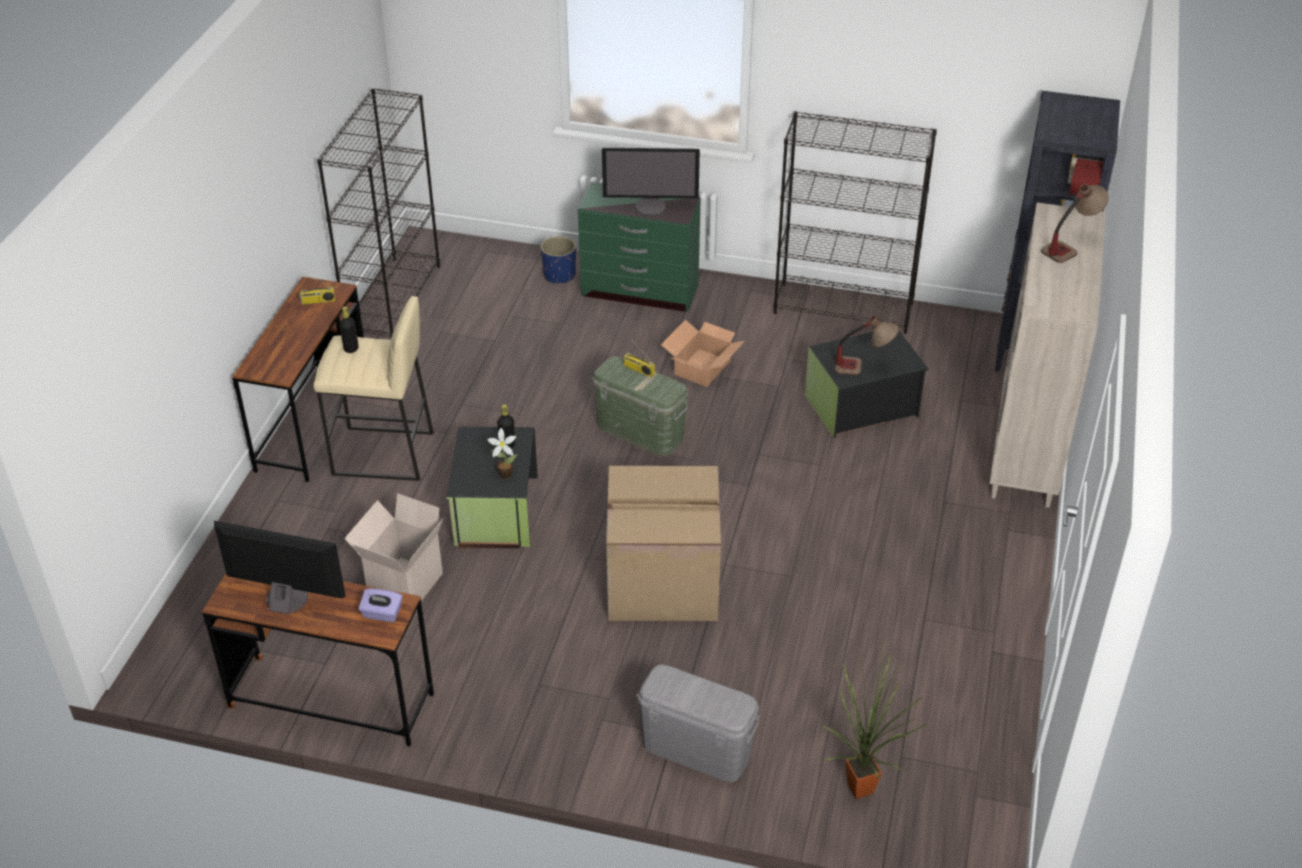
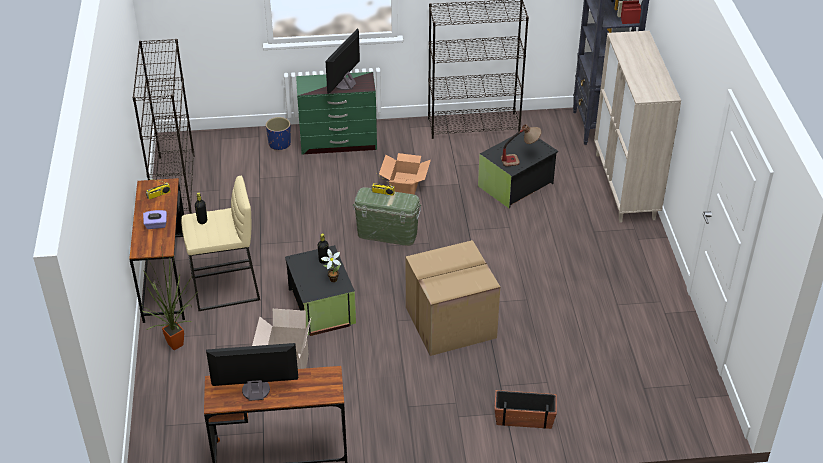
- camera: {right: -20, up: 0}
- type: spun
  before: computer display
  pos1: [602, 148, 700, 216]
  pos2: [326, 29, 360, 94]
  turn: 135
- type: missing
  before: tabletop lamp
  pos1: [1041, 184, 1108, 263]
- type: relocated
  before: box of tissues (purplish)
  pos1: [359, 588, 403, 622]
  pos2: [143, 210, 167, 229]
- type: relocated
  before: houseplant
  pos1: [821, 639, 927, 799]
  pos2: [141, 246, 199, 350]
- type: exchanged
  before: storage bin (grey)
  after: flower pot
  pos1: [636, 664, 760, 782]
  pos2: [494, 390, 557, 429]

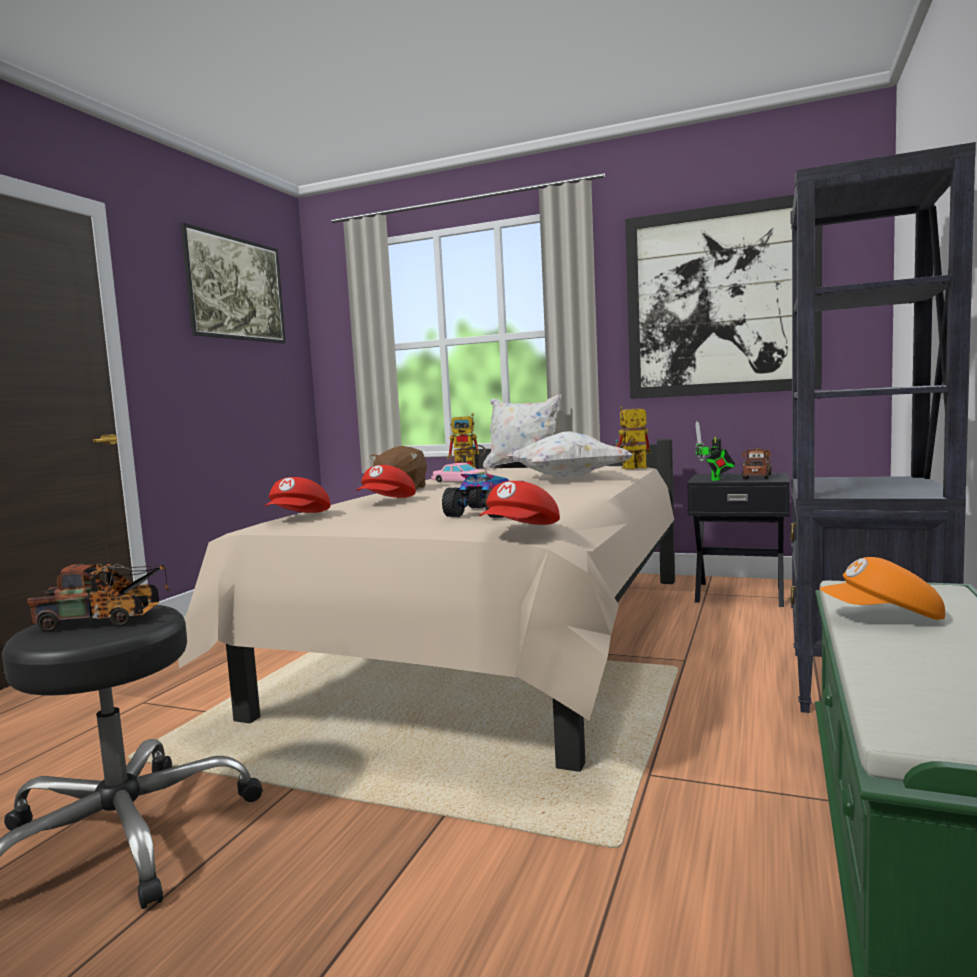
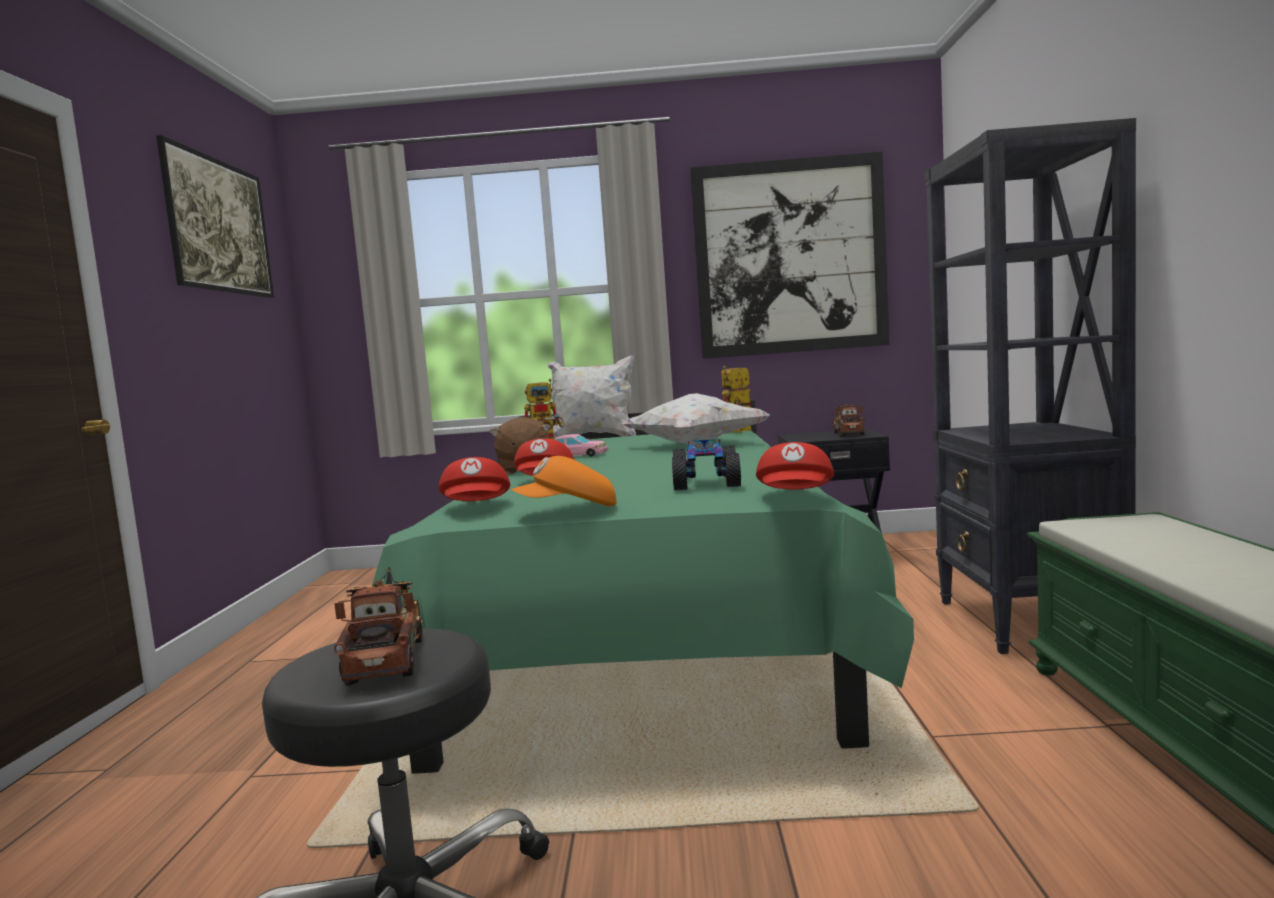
- camera: {right: -20, up: 0}
- type: missing
  before: robot figure
  pos1: [695, 421, 736, 481]
- type: colour
  before: sleeping bed (beige-coloured)
  after: sleeping bed (green-coloured)
  pos1: [178, 439, 675, 772]
  pos2: [372, 399, 914, 774]
- type: relocated
  before: peaked cap (orangey)
  pos1: [819, 557, 945, 620]
  pos2: [512, 456, 617, 506]
- type: spun
  before: model truck
  pos1: [27, 563, 171, 632]
  pos2: [334, 567, 423, 686]
  turn: -75

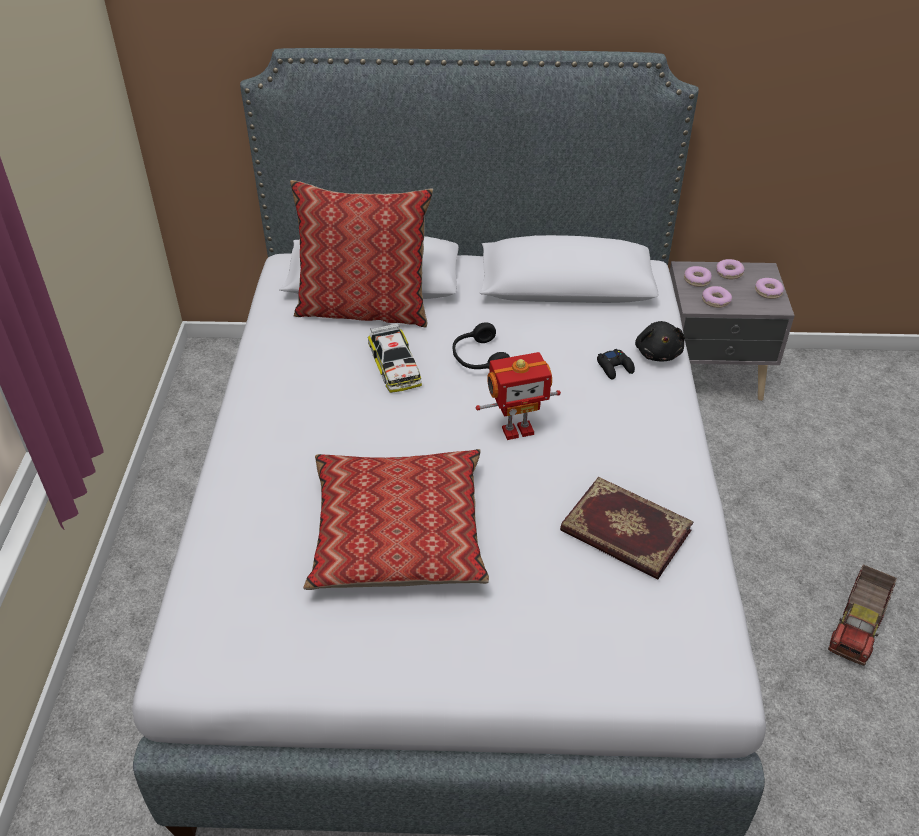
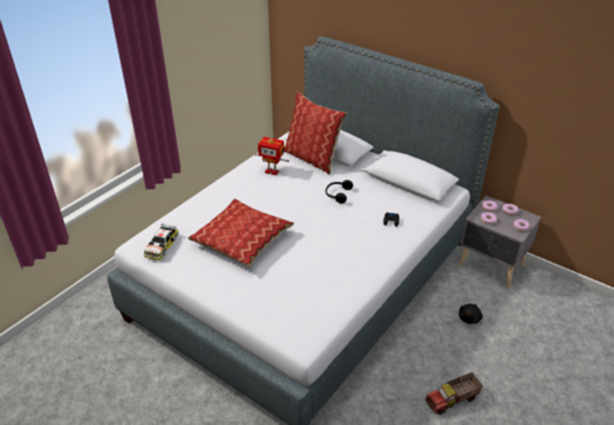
- camera: {right: 35, up: -5}
- type: relocated
  before: plush toy (black)
  pos1: [635, 321, 685, 362]
  pos2: [459, 304, 483, 324]
- type: relocated
  before: model car
  pos1: [368, 322, 422, 393]
  pos2: [144, 223, 179, 260]
- type: relocated
  before: robot figure
  pos1: [476, 352, 561, 440]
  pos2: [255, 137, 289, 175]
- type: missing
  before: volume
  pos1: [560, 477, 694, 580]

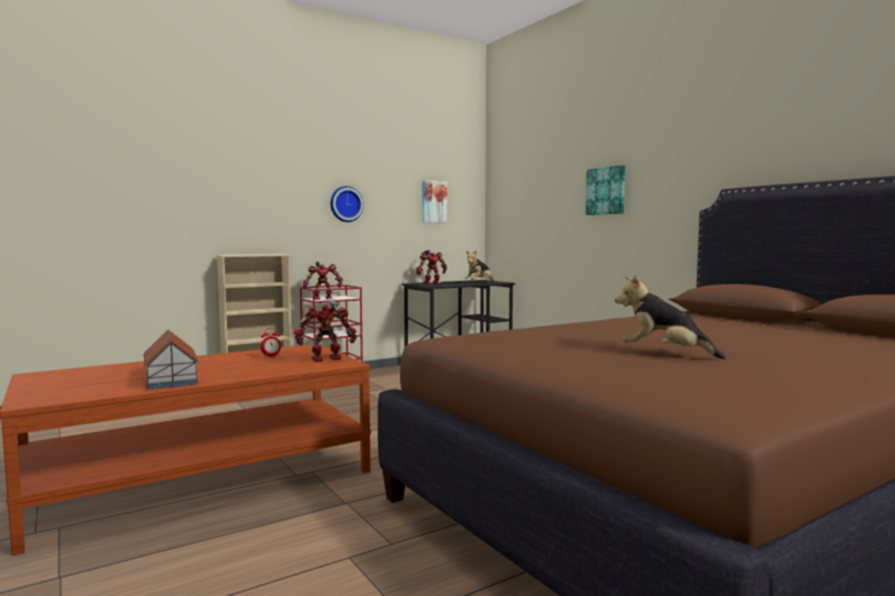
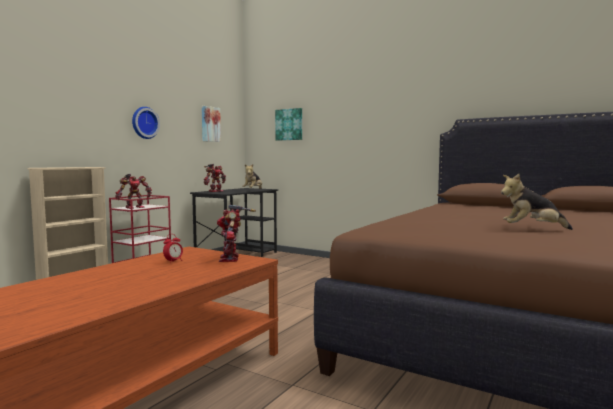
- camera: {right: -25, up: 0}
- type: relocated
  before: wall art
  pos1: [586, 165, 625, 215]
  pos2: [275, 108, 302, 141]
- type: spun
  before: robot figure
  pos1: [294, 300, 357, 362]
  pos2: [217, 205, 256, 262]
  turn: -45
- type: missing
  before: toy house
  pos1: [143, 330, 200, 389]

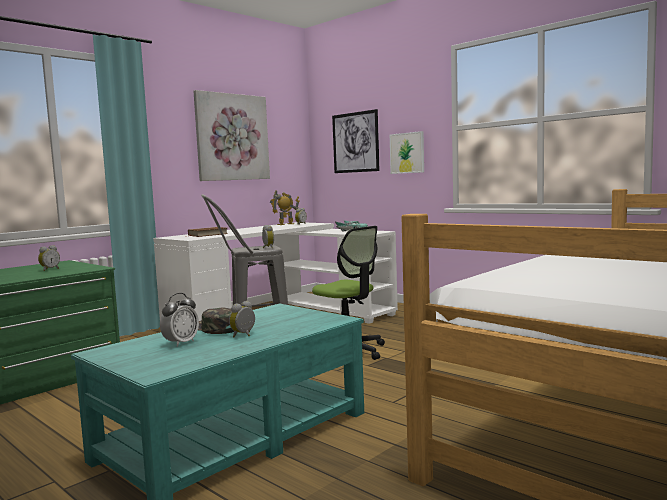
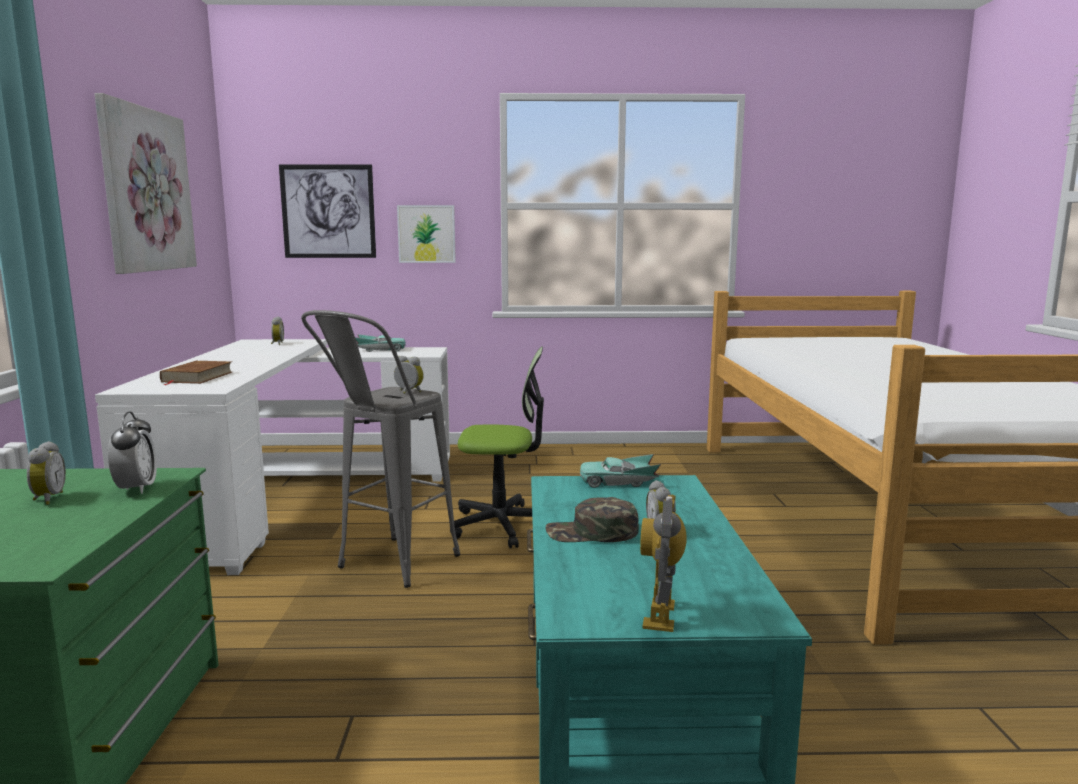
- camera: {right: -45, up: 5}
- type: relocated
  before: robot figure
  pos1: [270, 190, 300, 225]
  pos2: [640, 495, 687, 632]
- type: relocated
  before: alarm clock
  pos1: [160, 293, 199, 347]
  pos2: [108, 412, 157, 494]
- type: appeared
  after: model car (blue-green)
  pos2: [580, 454, 661, 488]

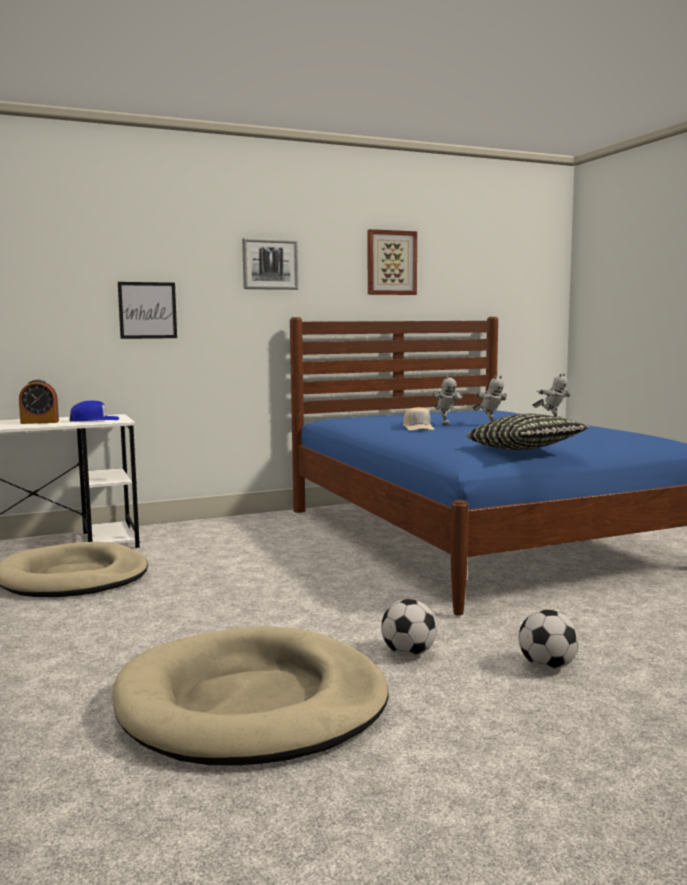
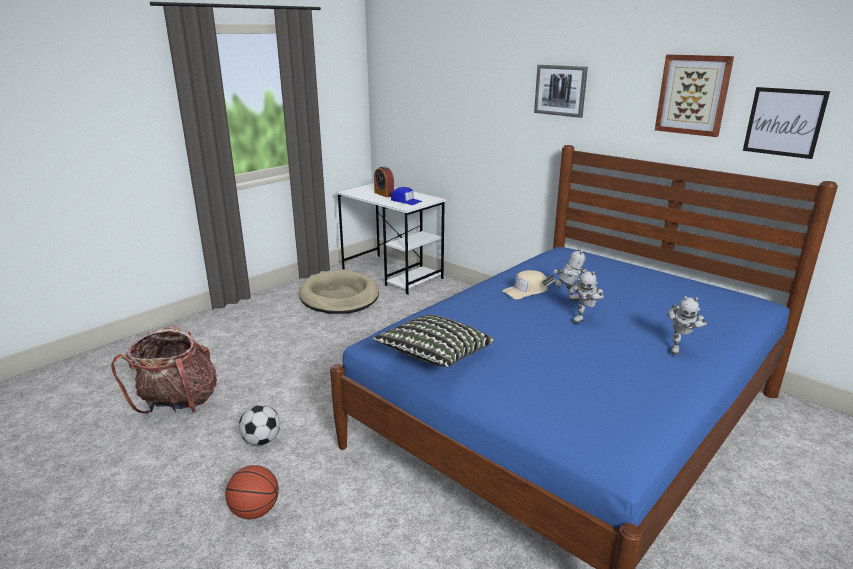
- camera: {right: 65, up: 15}
- type: relocated
  before: wall art
  pos1: [118, 282, 177, 339]
  pos2: [743, 87, 830, 159]
- type: spun
  before: robot figure
  pos1: [433, 375, 463, 425]
  pos2: [542, 248, 588, 301]
  turn: -135
- type: exchanged
  before: football ball
  after: basketball
  pos1: [519, 609, 579, 670]
  pos2: [225, 465, 279, 519]
- type: exchanged
  before: pet bed (beige-coloured)
  after: knapsack
  pos1: [112, 626, 389, 765]
  pos2: [111, 325, 217, 413]

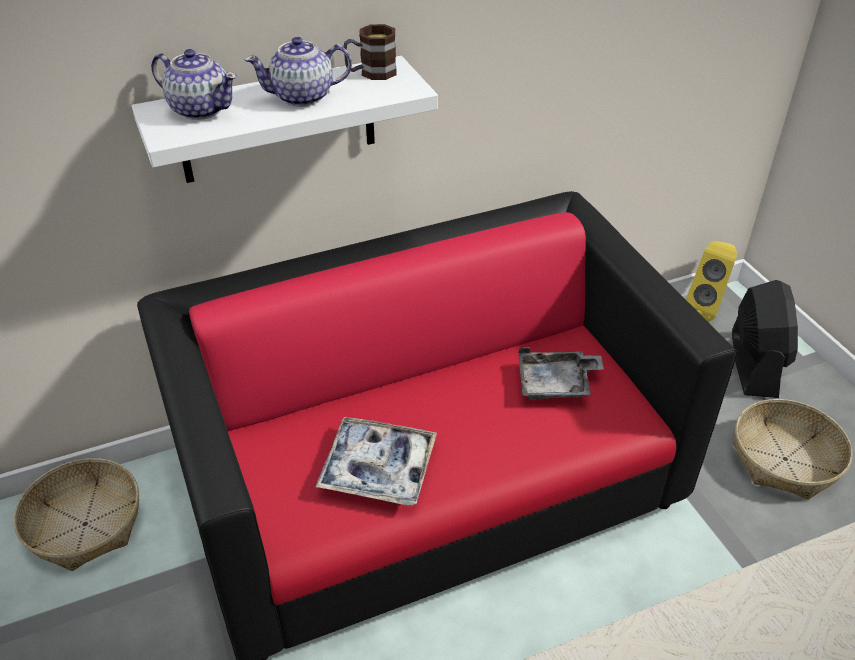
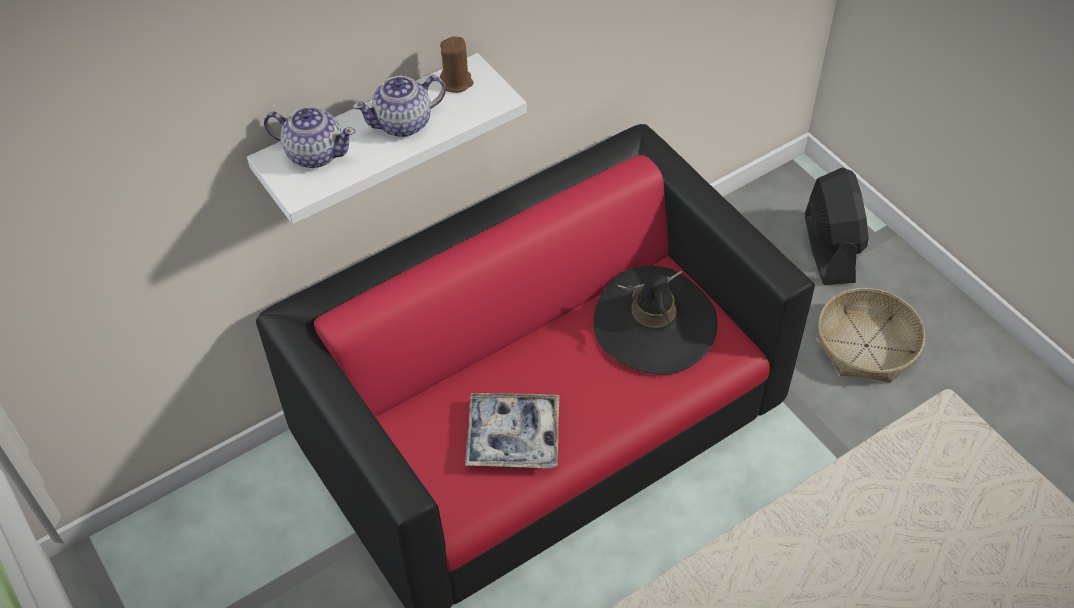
- camera: {right: -10, up: 10}
- type: exchanged
  before: tea mug
  after: candle (brownish)
  pos1: [343, 24, 396, 80]
  pos2: [440, 36, 474, 93]
- type: missing
  before: audio speaker (yellow-coloured)
  pos1: [686, 241, 737, 321]
- type: exchanged
  before: serving tray (grey)
  after: wearable hat (black)
  pos1: [518, 347, 604, 399]
  pos2: [593, 266, 718, 375]
- type: missing
  before: storage basket
  pos1: [14, 458, 139, 571]

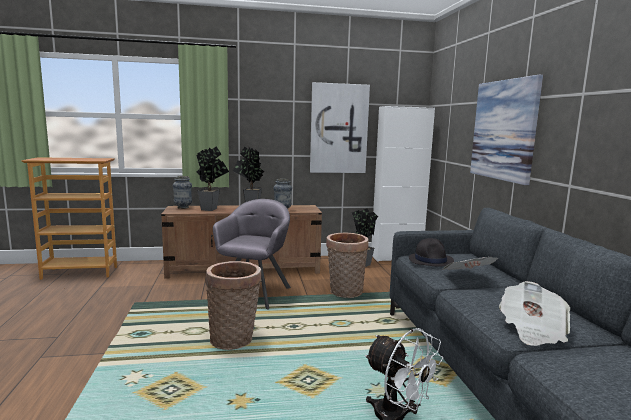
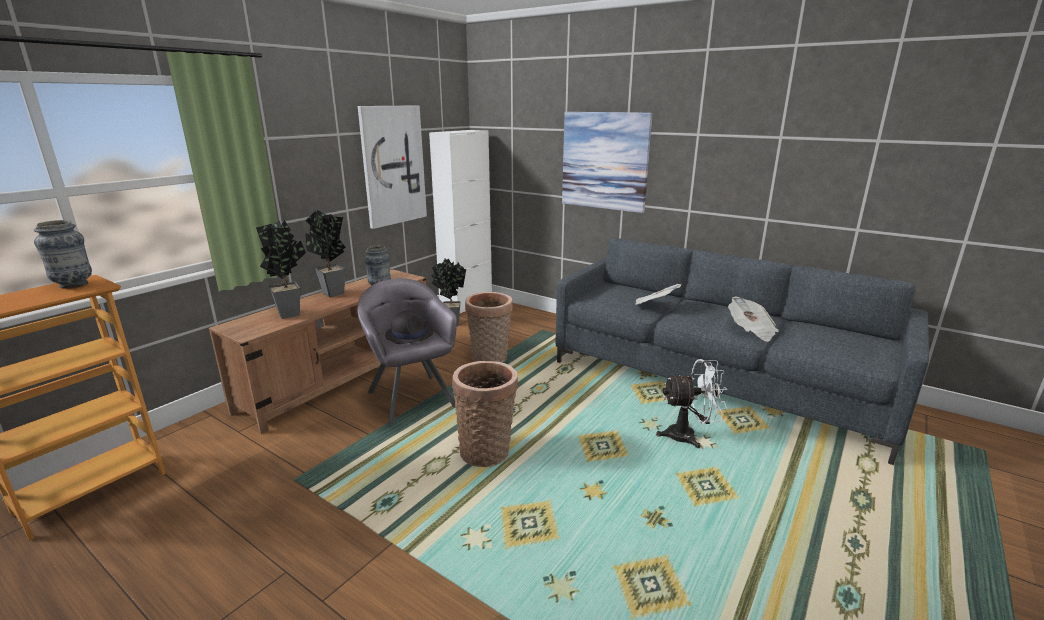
- camera: {right: -45, up: 10}
- type: relocated
  before: decorative vase
  pos1: [173, 176, 192, 209]
  pos2: [34, 220, 92, 288]
- type: relocated
  before: wearable hat (black)
  pos1: [409, 238, 454, 266]
  pos2: [385, 310, 433, 344]

